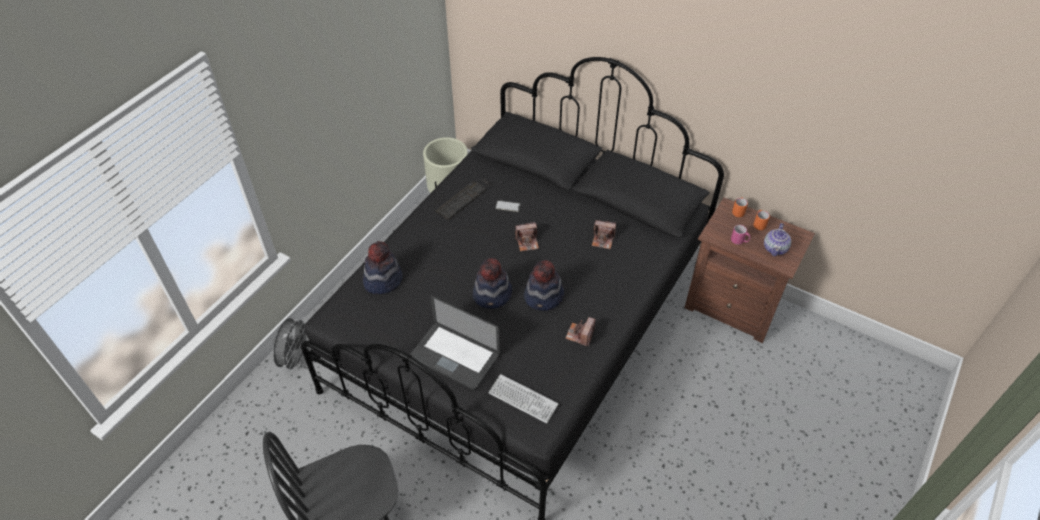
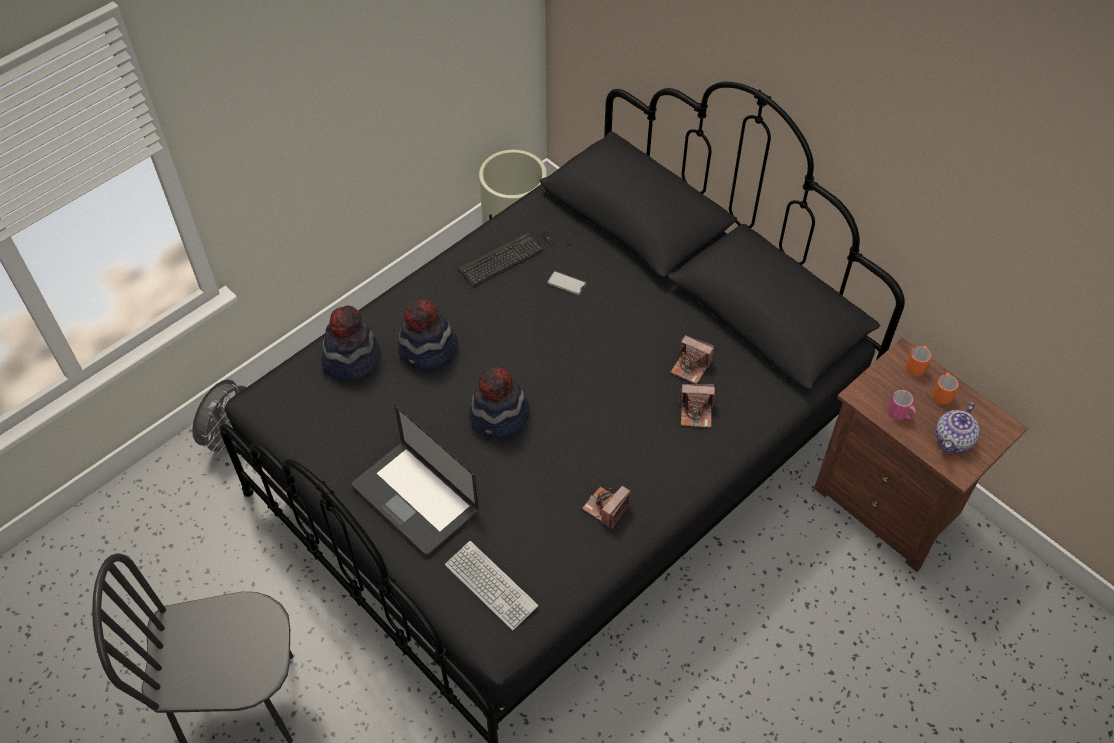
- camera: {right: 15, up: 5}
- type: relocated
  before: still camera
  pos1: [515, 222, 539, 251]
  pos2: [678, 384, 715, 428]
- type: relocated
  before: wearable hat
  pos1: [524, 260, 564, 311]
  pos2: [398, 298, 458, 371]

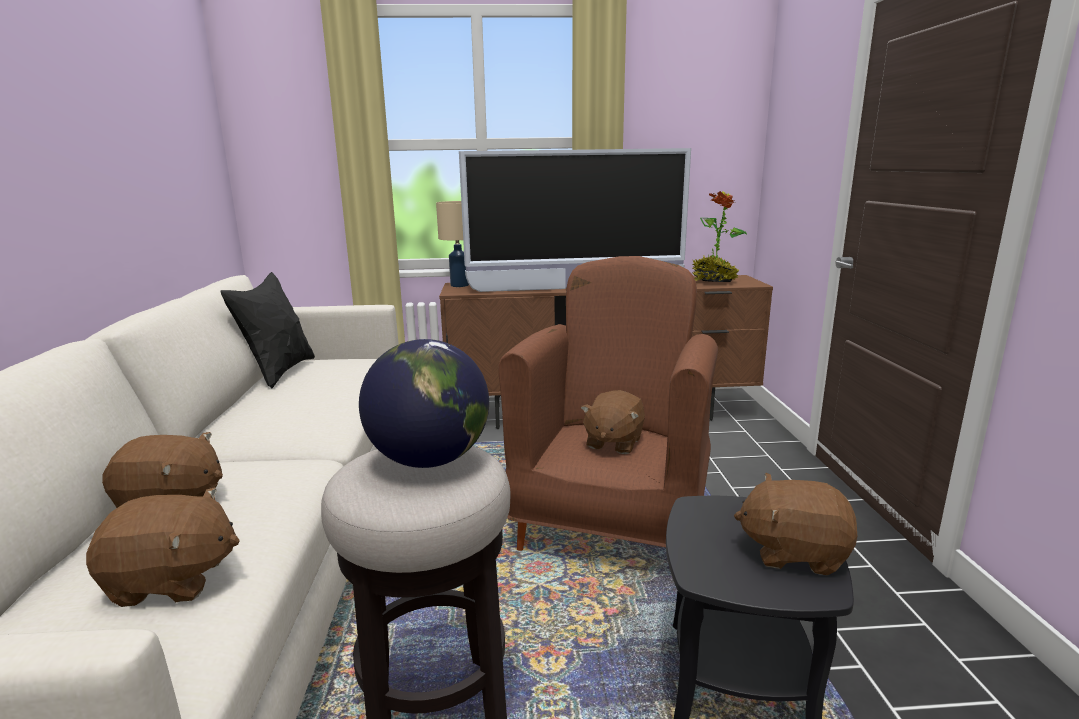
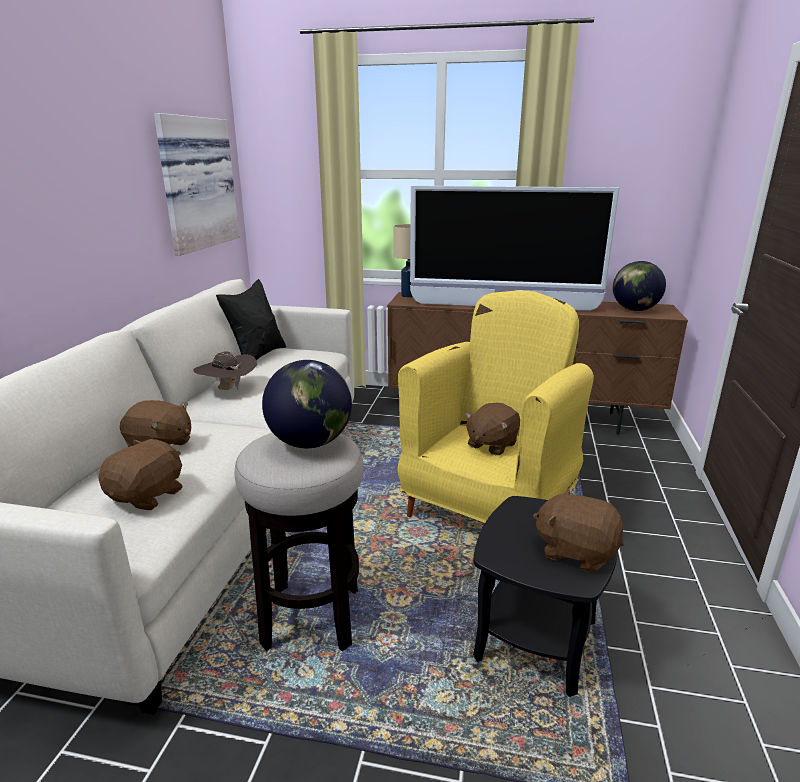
- camera: {right: 15, up: 5}
- type: exchanged
  before: houseplant
  after: world globe
  pos1: [692, 191, 747, 282]
  pos2: [613, 261, 666, 311]
- type: colour
  before: lounge chair (brownish)
  after: lounge chair (yellow-coloured)
  pos1: [498, 256, 718, 551]
  pos2: [397, 290, 594, 523]
- type: spun
  before: plush toy (brownish)
  pos1: [86, 487, 240, 607]
  pos2: [98, 439, 183, 510]
  turn: -75
- type: appeared
  after: wall art
  pos2: [154, 113, 239, 256]
- type: appeared
  after: wearable hat (brownish)
  pos2: [193, 351, 257, 390]

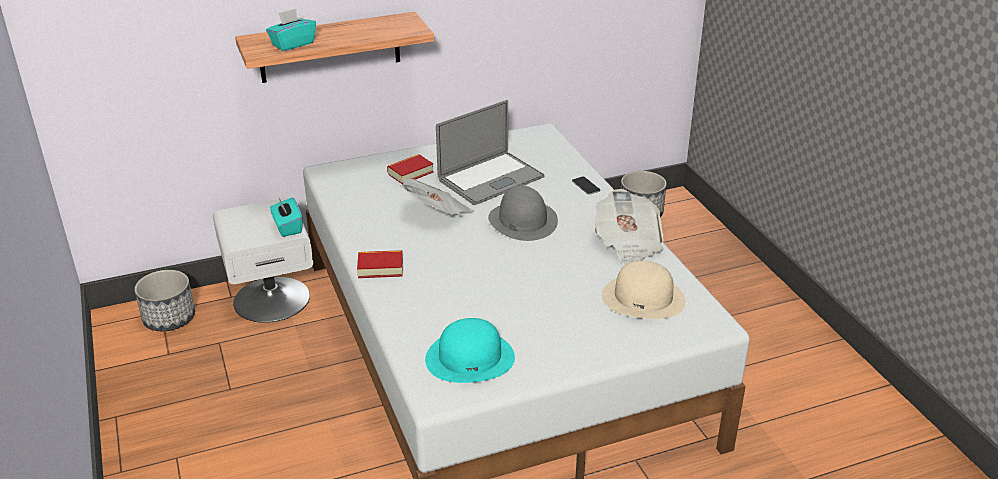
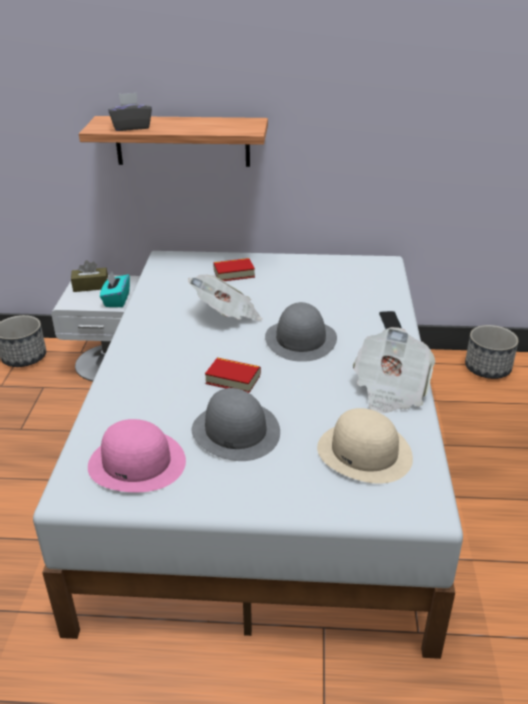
- camera: {right: 25, up: 0}
- type: colour
  before: box of tissues (blue-green)
  after: box of tissues (grey)
  pos1: [266, 9, 316, 51]
  pos2: [108, 92, 152, 131]
- type: missing
  before: laptop
  pos1: [436, 100, 545, 205]
- type: relocated
  before: volume
  pos1: [357, 250, 403, 278]
  pos2: [205, 357, 261, 393]
- type: colour
  before: wearable hat (blue-green)
  after: wearable hat (pinkish)
  pos1: [425, 318, 515, 383]
  pos2: [88, 419, 186, 492]
- type: appeared
  after: box of tissues (brownish)
  pos2: [71, 260, 108, 292]
- type: appeared
  after: wearable hat (grey)
  pos2: [192, 388, 280, 461]

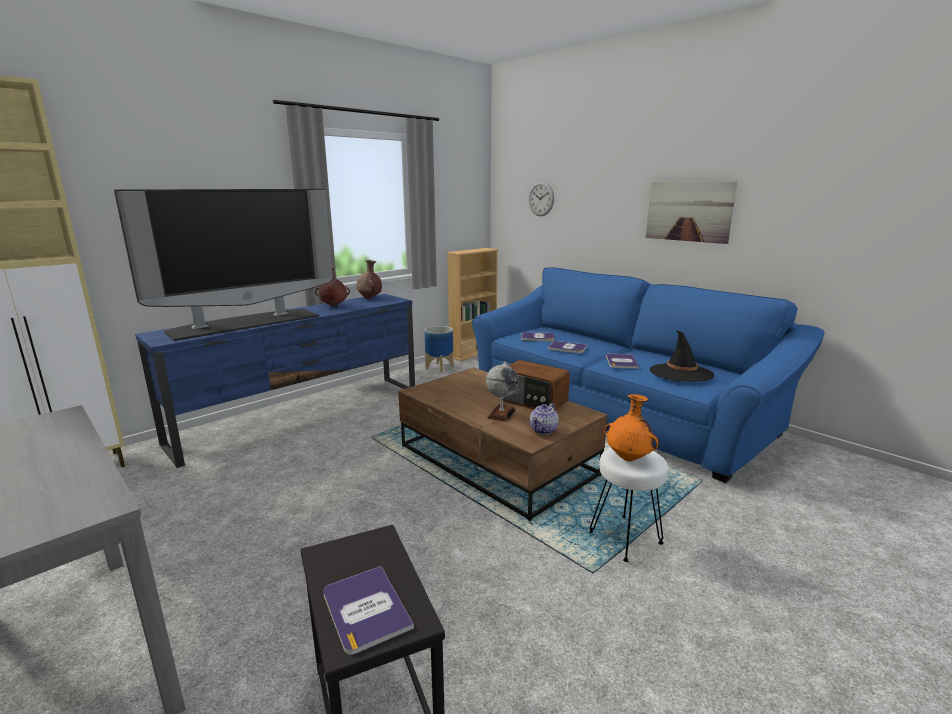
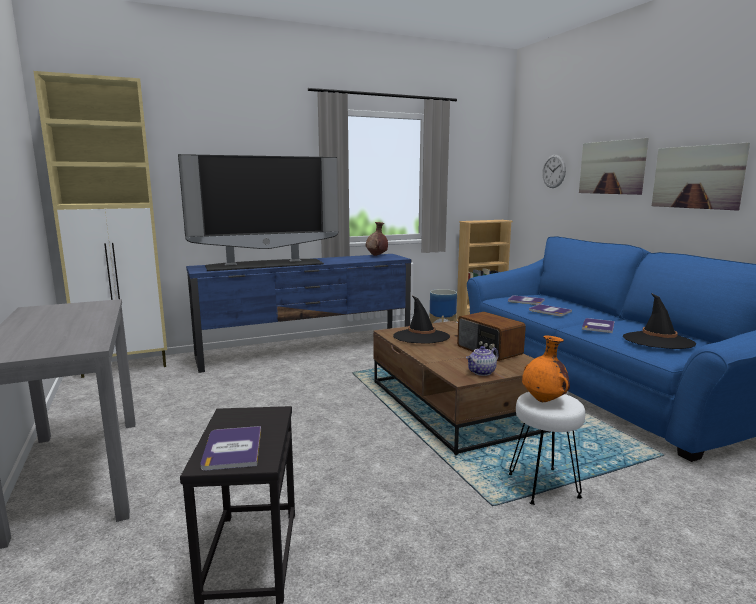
- camera: {right: 20, up: -5}
- type: missing
  before: decorative vase (brownish)
  pos1: [315, 266, 350, 306]
- type: missing
  before: world globe
  pos1: [486, 362, 519, 422]
- type: appeared
  after: wall art
  pos2: [579, 138, 649, 195]
- type: appeared
  after: wearable hat (black)
  pos2: [393, 296, 450, 344]

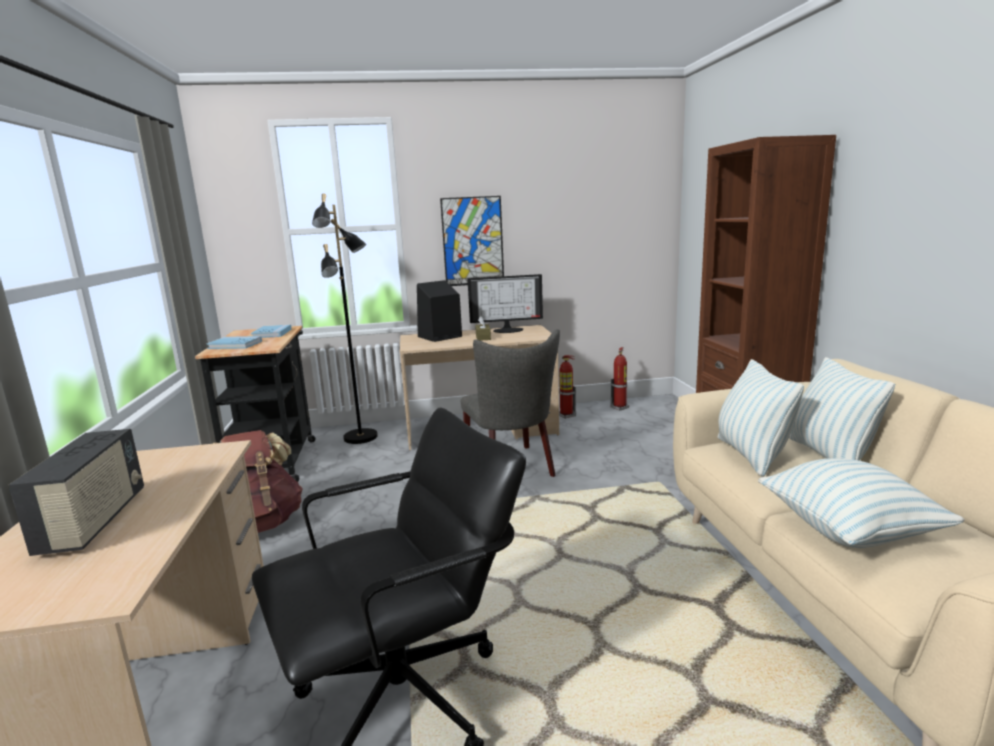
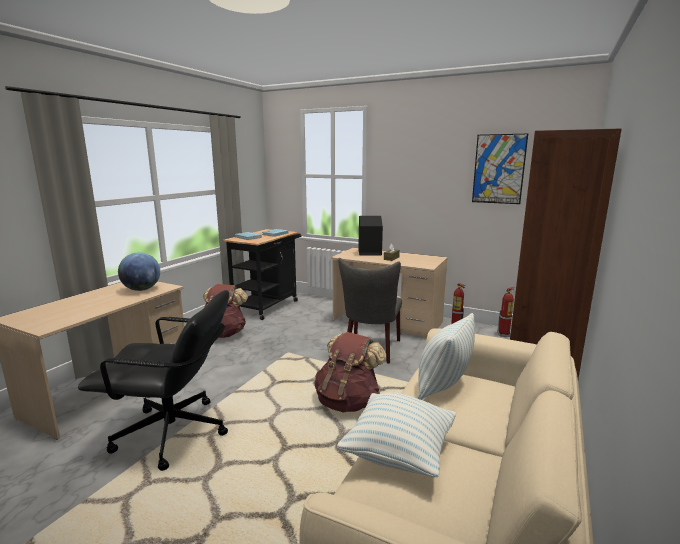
- camera: {right: 35, up: 0}
- type: missing
  before: standard lamp (black)
  pos1: [312, 193, 378, 444]
- type: relocated
  before: wall art
  pos1: [440, 196, 504, 286]
  pos2: [472, 134, 528, 204]
- type: missing
  before: computer display
  pos1: [467, 274, 543, 333]
- type: missing
  before: cushion
  pos1: [789, 357, 895, 461]
- type: missing
  before: radio
  pos1: [8, 429, 144, 556]
- type: appeared
  after: world globe
  pos2: [118, 252, 160, 291]
- type: appeared
  after: knapsack (brownish)
  pos2: [315, 332, 386, 413]

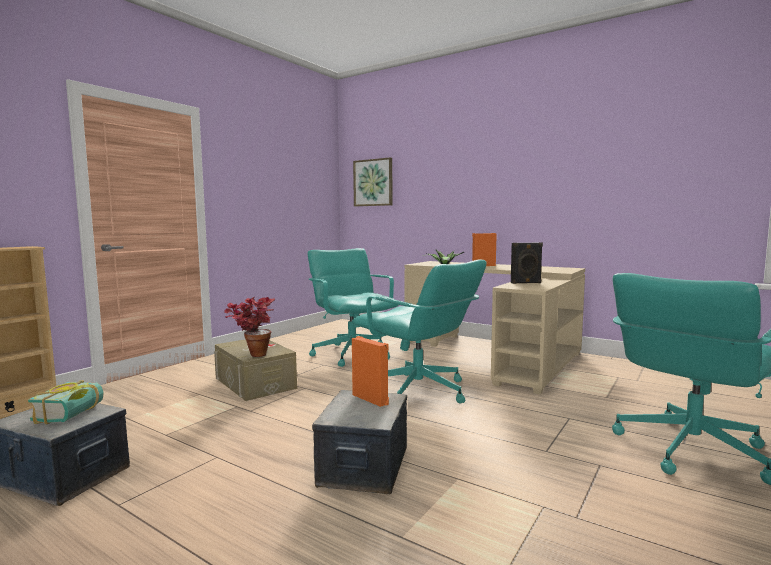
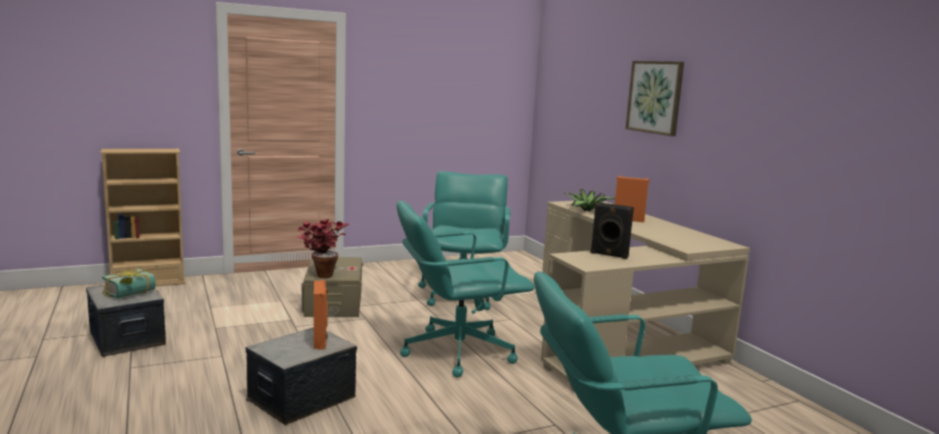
- camera: {right: 30, up: 5}
- type: relocated
  before: wall art
  pos1: [353, 157, 393, 206]
  pos2: [626, 61, 684, 136]
- type: spun
  before: desk chair (blue-green)
  pos1: [352, 259, 486, 403]
  pos2: [396, 201, 534, 378]
  turn: 90

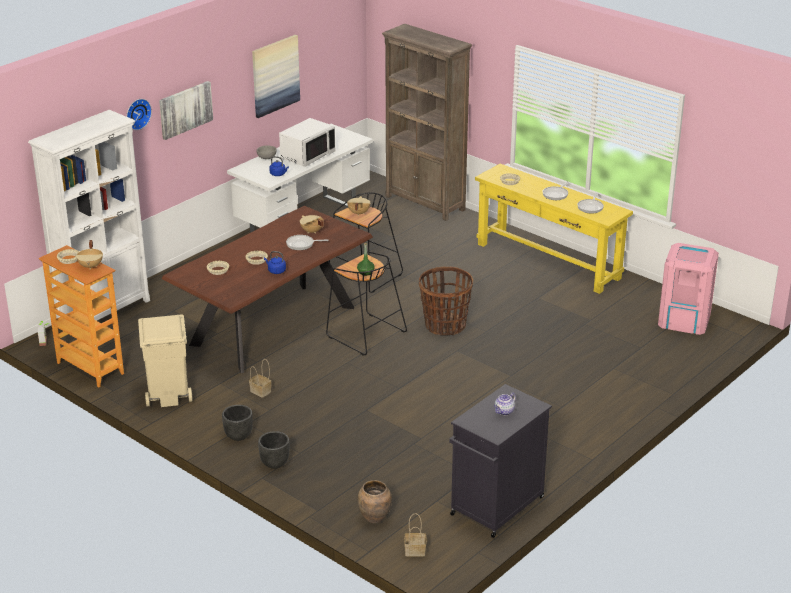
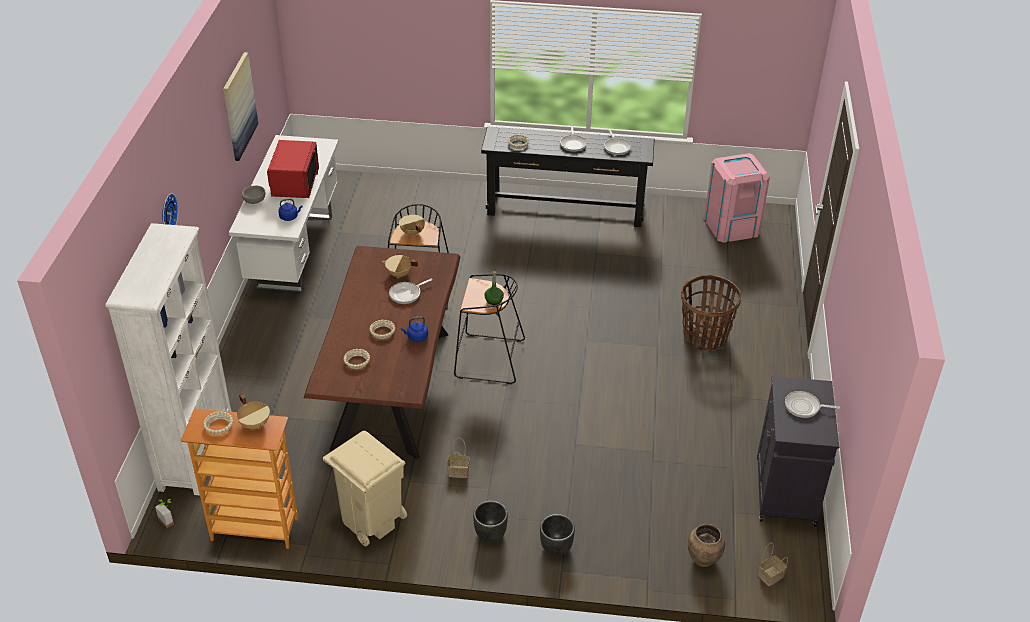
- camera: {right: -35, up: 10}
- type: missing
  before: bookshelf (brownish)
  pos1: [382, 24, 472, 221]
- type: missing
  before: wall art
  pos1: [159, 81, 213, 140]
- type: colour
  before: microwave oven (whitish)
  after: microwave oven (red)
  pos1: [279, 118, 335, 167]
  pos2: [267, 140, 319, 198]
- type: colour
  before: console table (yellow-coloured)
  after: console table (black)
  pos1: [475, 164, 633, 294]
  pos2: [481, 126, 655, 227]
- type: relocated
  before: storage basket
  pos1: [419, 267, 473, 335]
  pos2: [681, 275, 742, 351]
- type: exchanged
  before: pot for tea
  after: frying pan
  pos1: [494, 392, 516, 415]
  pos2: [785, 391, 840, 418]

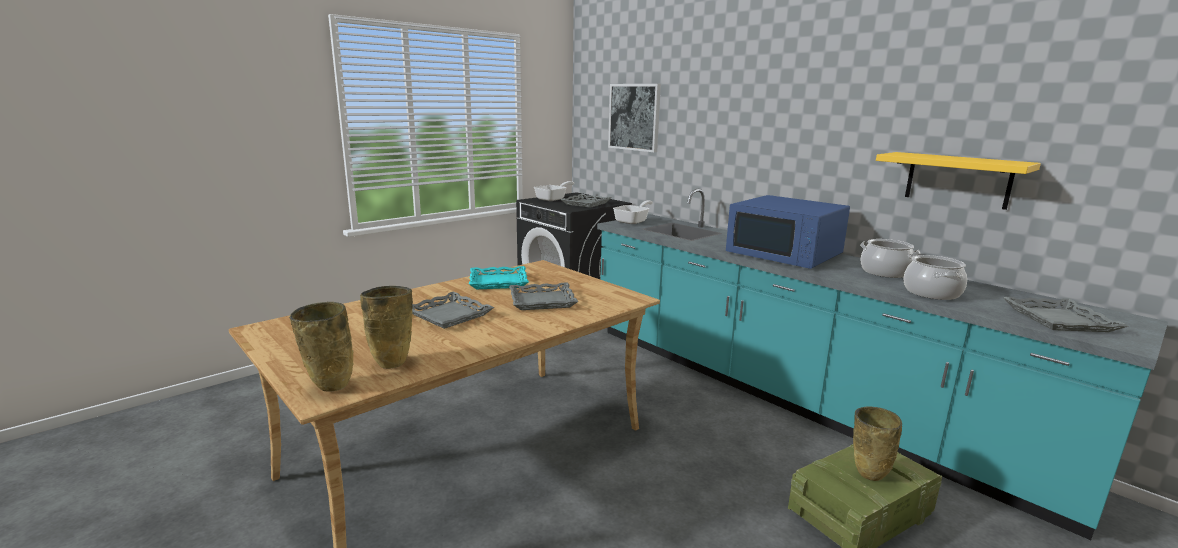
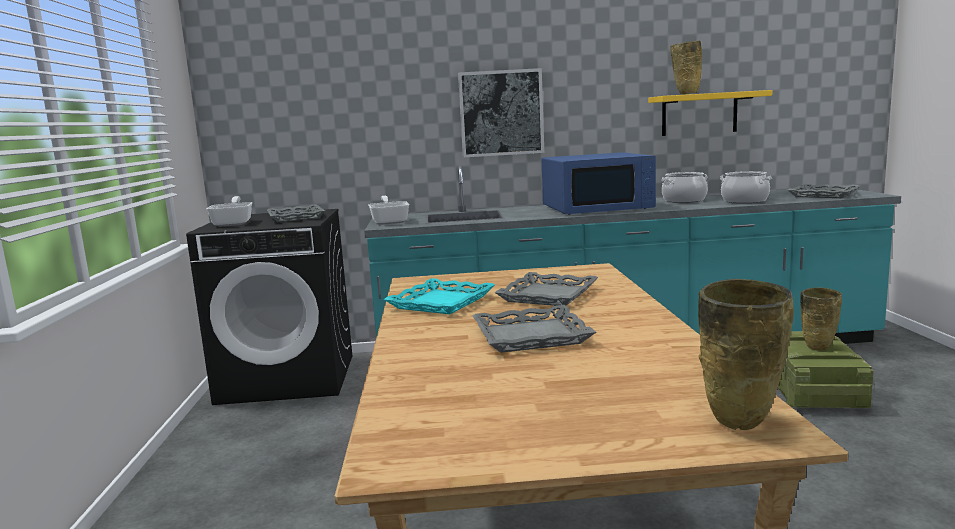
- camera: {right: -50, up: -5}
- type: relocated
  before: wall art
  pos1: [608, 84, 661, 152]
  pos2: [458, 68, 544, 158]
- type: relocated
  before: decorative vase (beige-coloured)
  pos1: [360, 286, 413, 369]
  pos2: [670, 41, 702, 95]

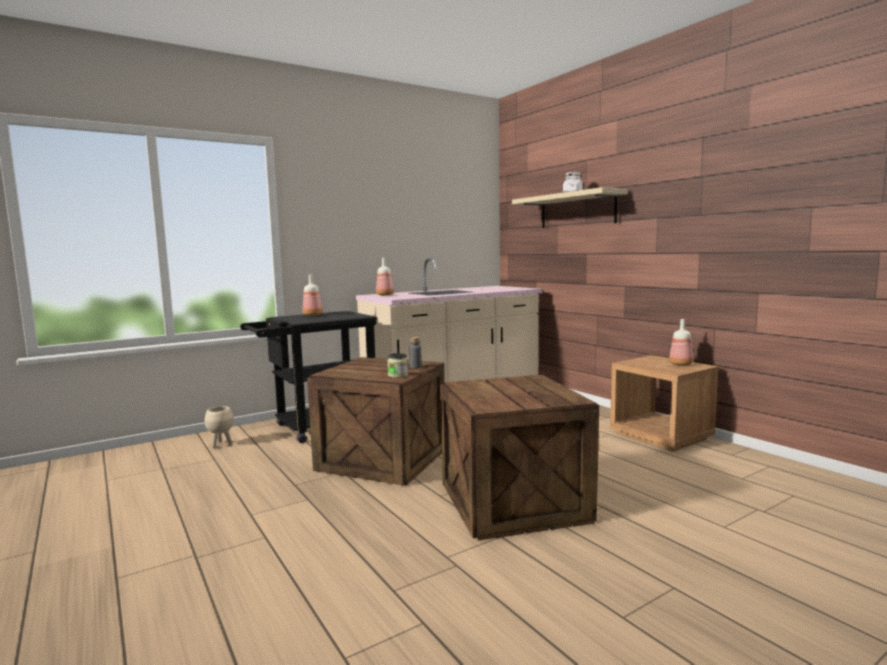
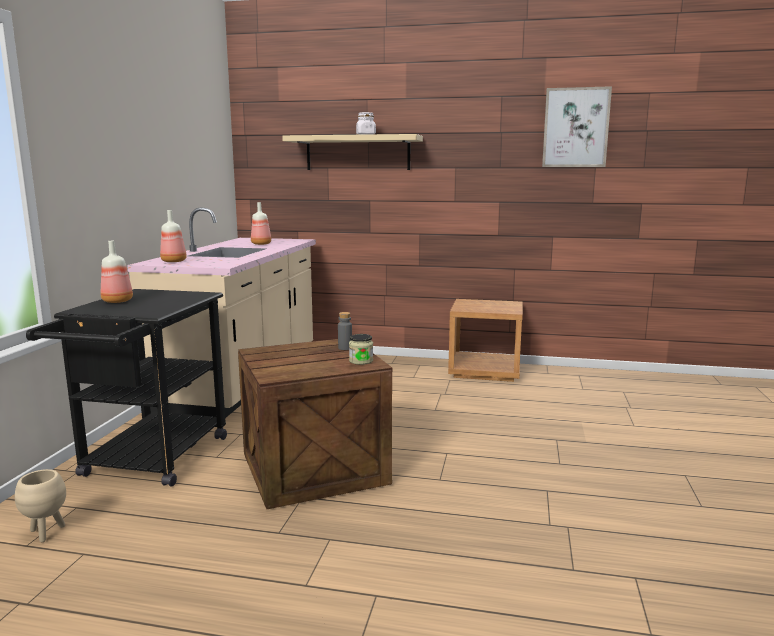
- camera: {right: -45, up: 5}
- type: relocated
  before: beverage bottle
  pos1: [669, 319, 693, 366]
  pos2: [251, 202, 271, 245]
- type: missing
  before: shipping crate
  pos1: [440, 375, 599, 540]
- type: appeared
  after: wall art
  pos2: [542, 86, 612, 167]

